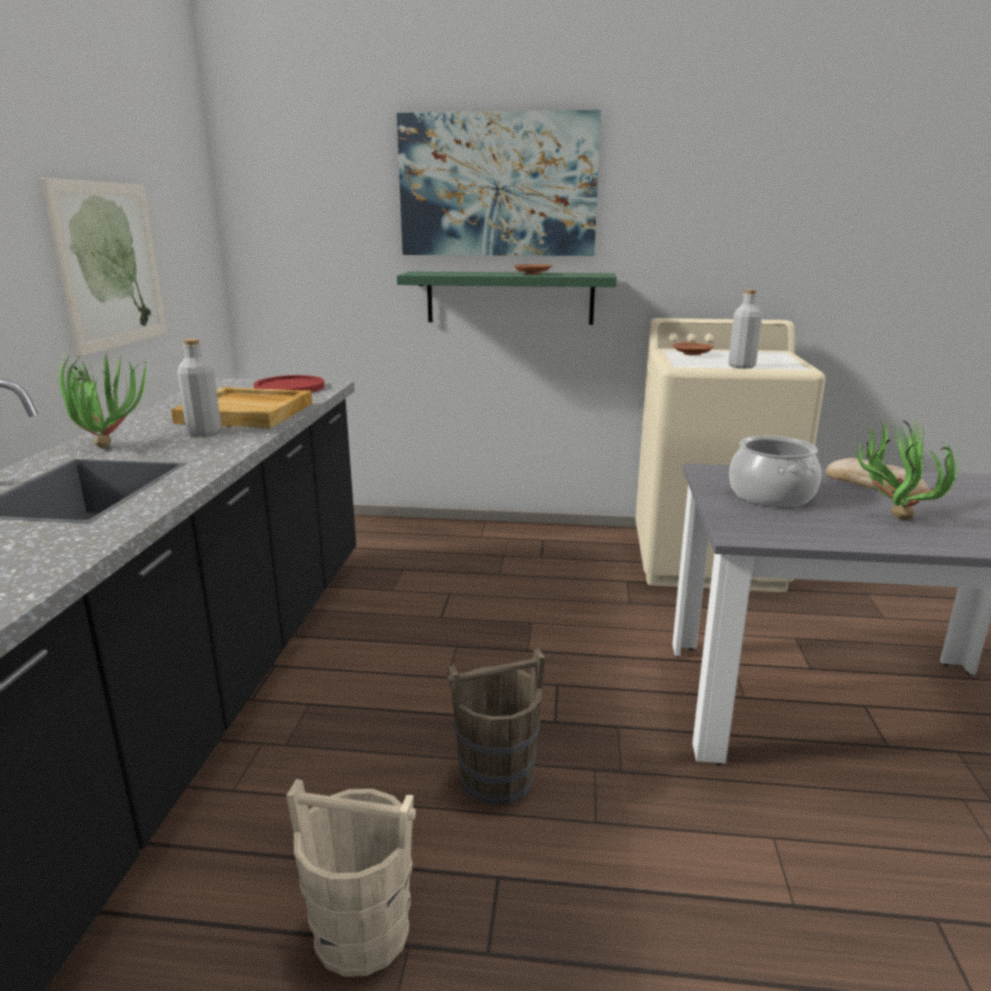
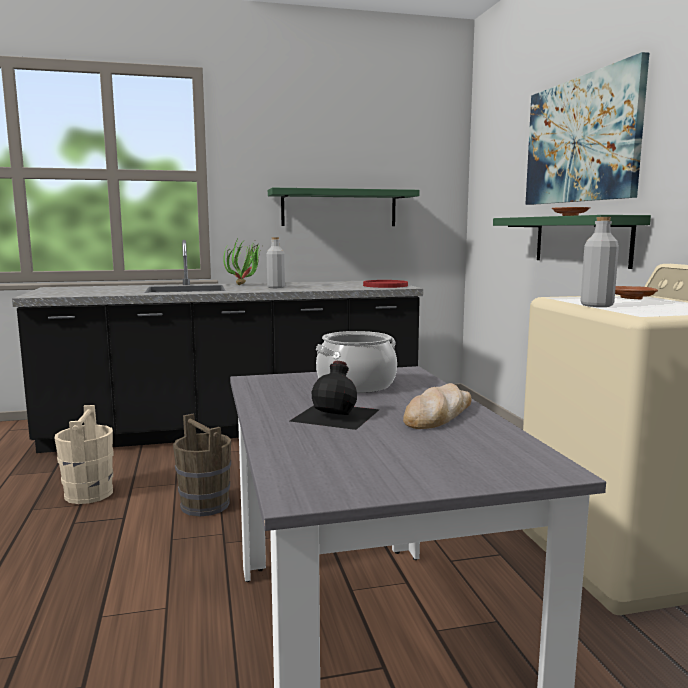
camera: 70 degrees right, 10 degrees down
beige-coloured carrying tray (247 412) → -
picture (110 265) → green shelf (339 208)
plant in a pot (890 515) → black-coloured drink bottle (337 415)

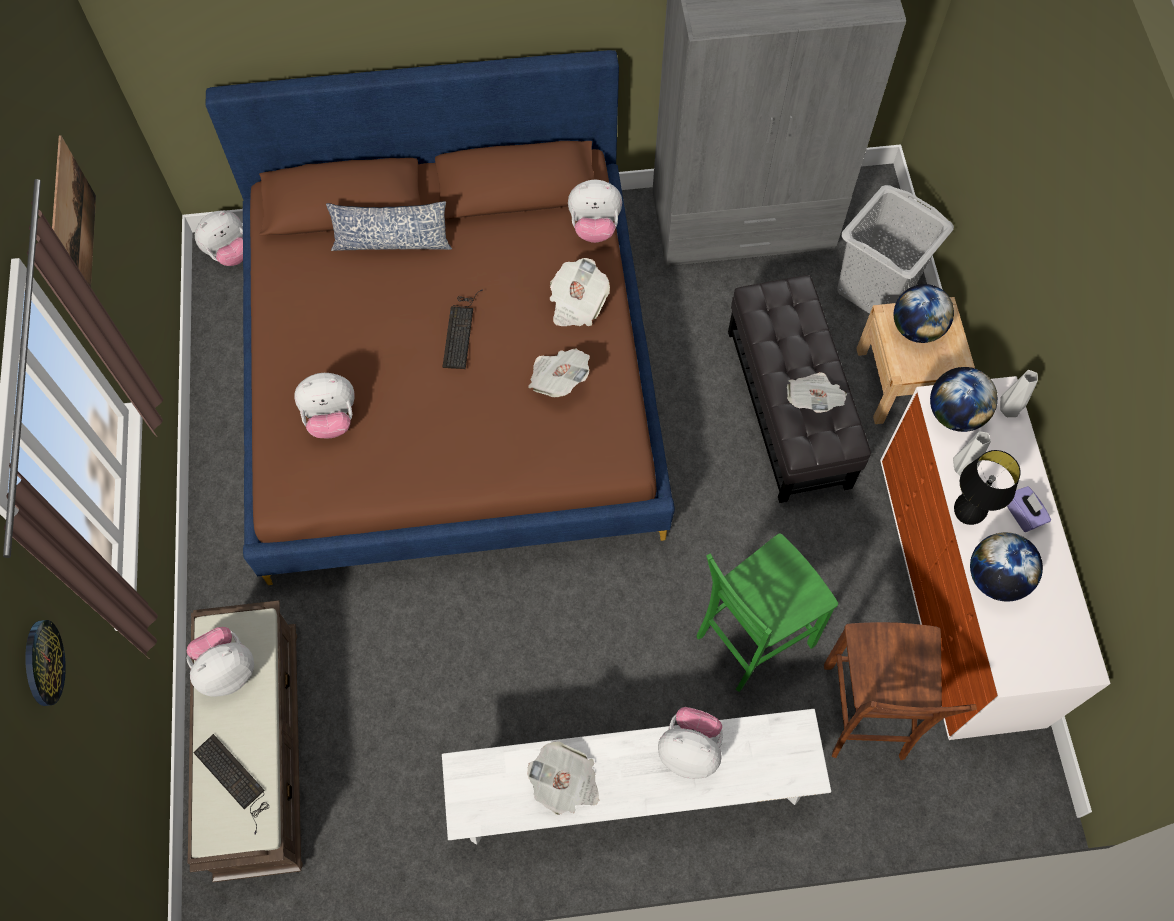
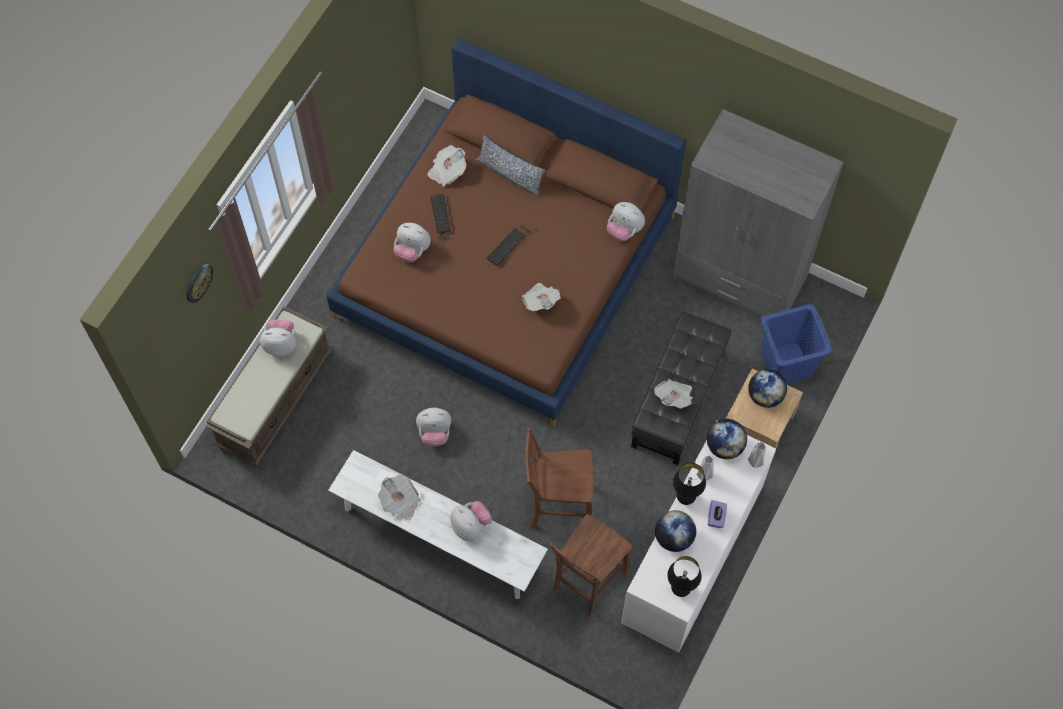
camera: 35 degrees right, 0 degrees up
picture (73 214) → -
- → black-coloured table lamp (680 590)
PC keyboard (234 780) → PC keyboard (440 219), relocated
soft toy (229 253) → soft toy (434 433), relocated
printed paper (577 304) → printed paper (447 171), relocated
green plain chair (750 639) → brown plain chair (558 506)
grey laundry basket (876 288) → blue laundry basket (786 364)

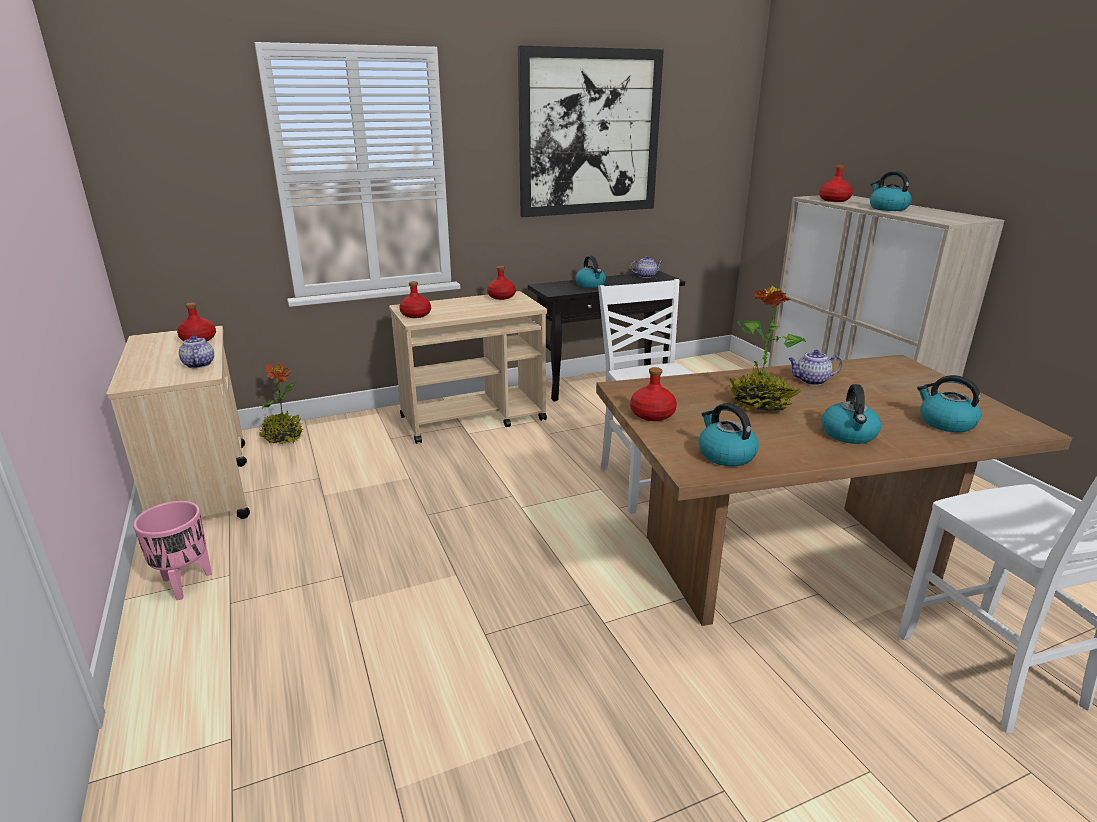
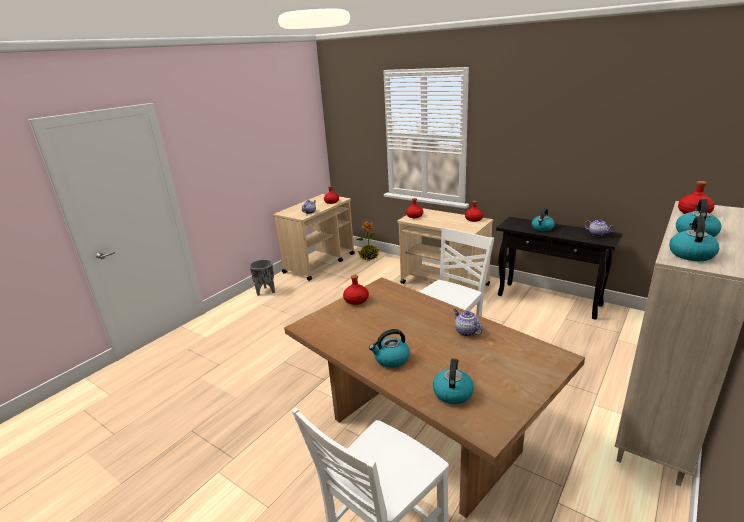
camera: 60 degrees right, 0 degrees up
picture (590 133) → -
plant in a pot (760 404) → -
water kettle (725 455) → water kettle (690 254), relocated
pinkish flower pot (185 584) → grey flower pot (265 292)

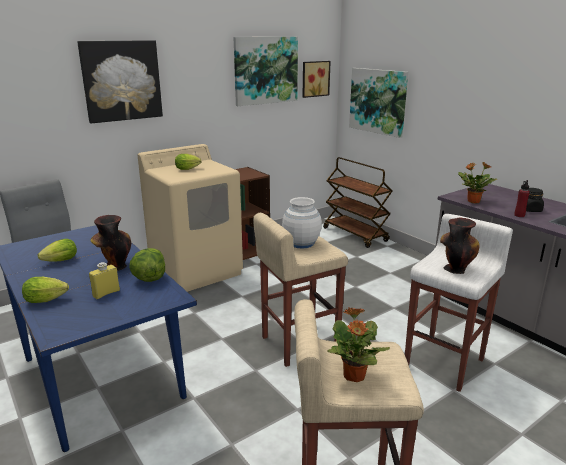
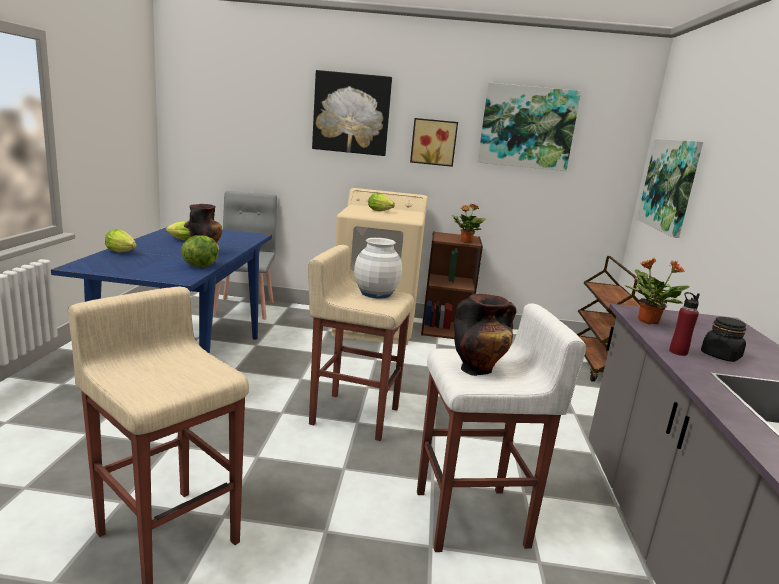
camera: 40 degrees right, 5 degrees down
yellowish drink bottle (106 293) → -
picture (314 78) → picture (433 142), relocated
plant in a pot (354 376) → plant in a pot (465 241), relocated

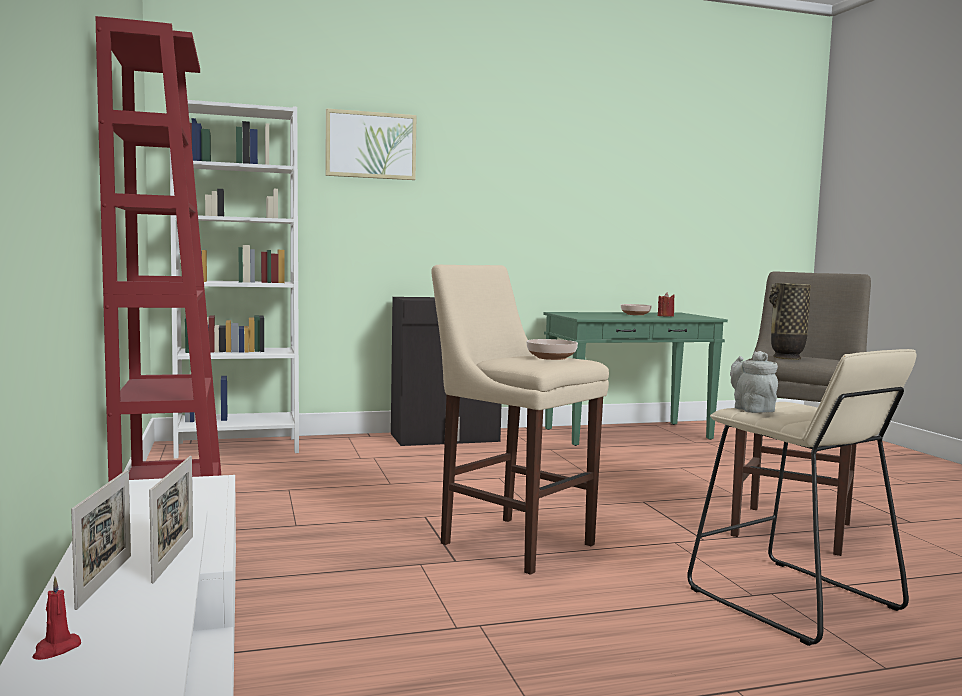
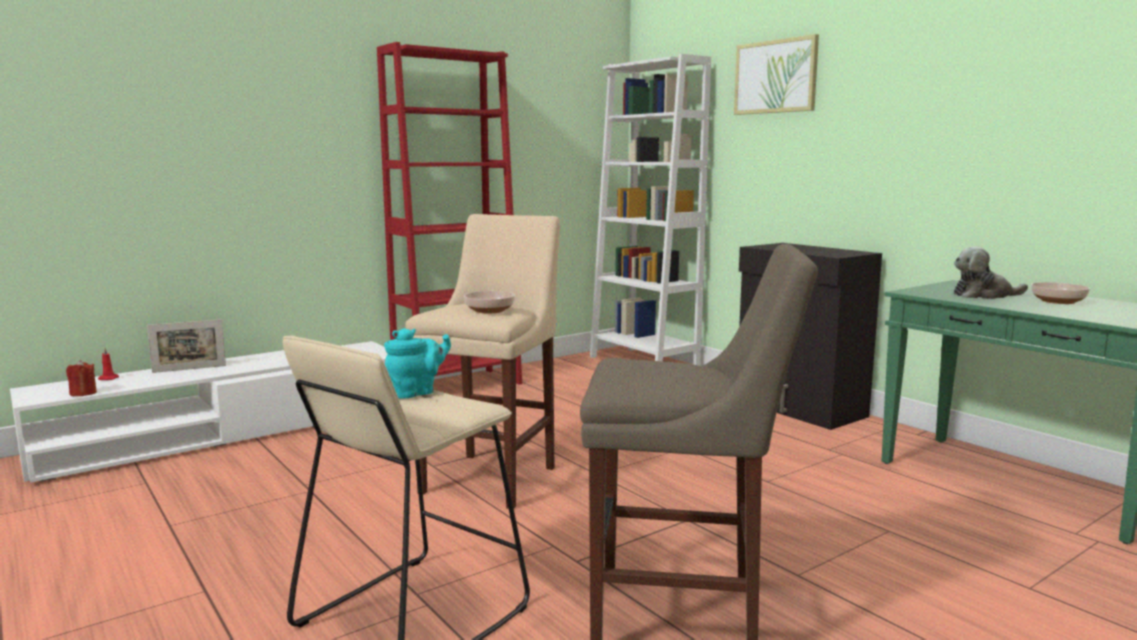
camera: 70 degrees right, 5 degrees up
picture frame (173 558) → -
flower vase (786 358) → -
- → soft toy (984 295)
reddish wax light (665 316) → reddish wax light (83 393), relocated
grey teapot (751 409) → turquoise teapot (416 392)

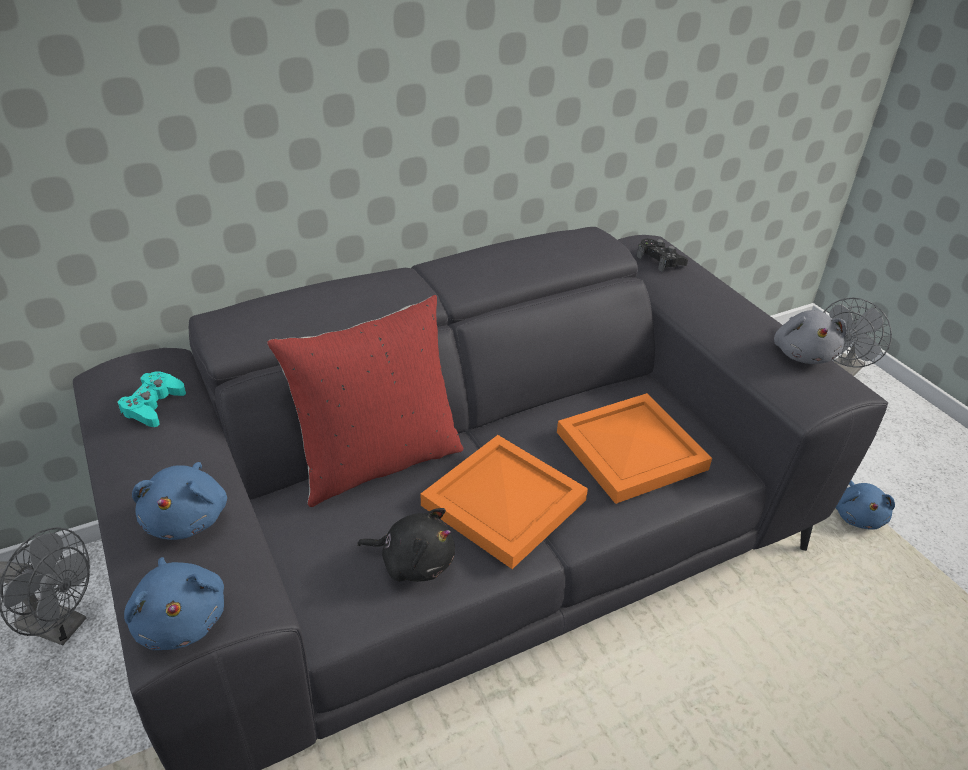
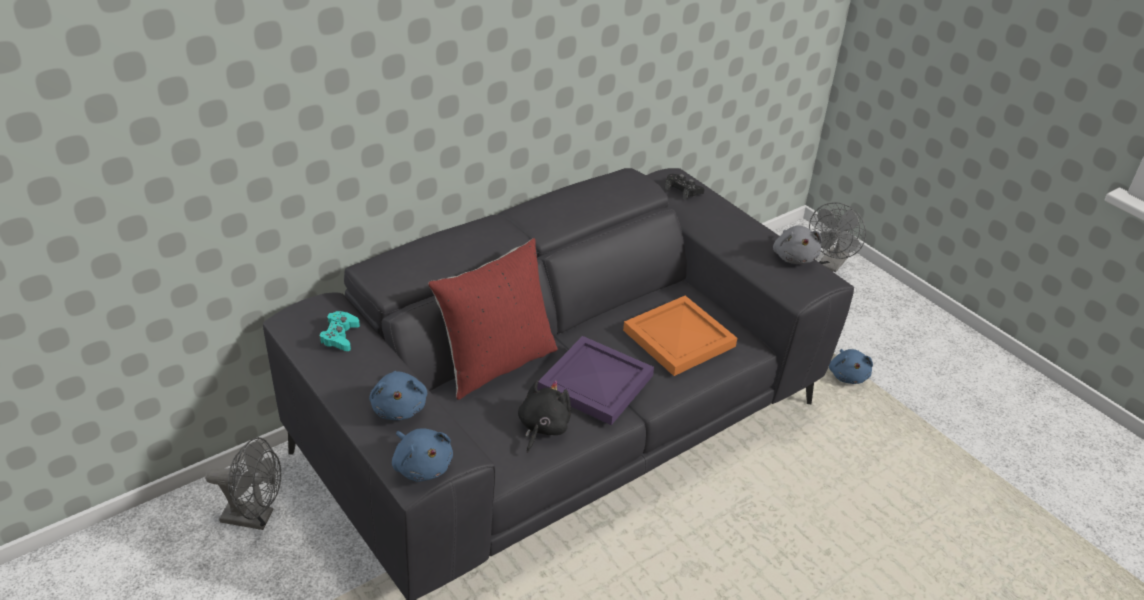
camera: 10 degrees left, 0 degrees up
orange-coloured carrying tray (503 501) → purple-coloured carrying tray (595 382)
black-coloured soft toy (413 561) → black-coloured soft toy (542 427), 75 degrees counterclockwise

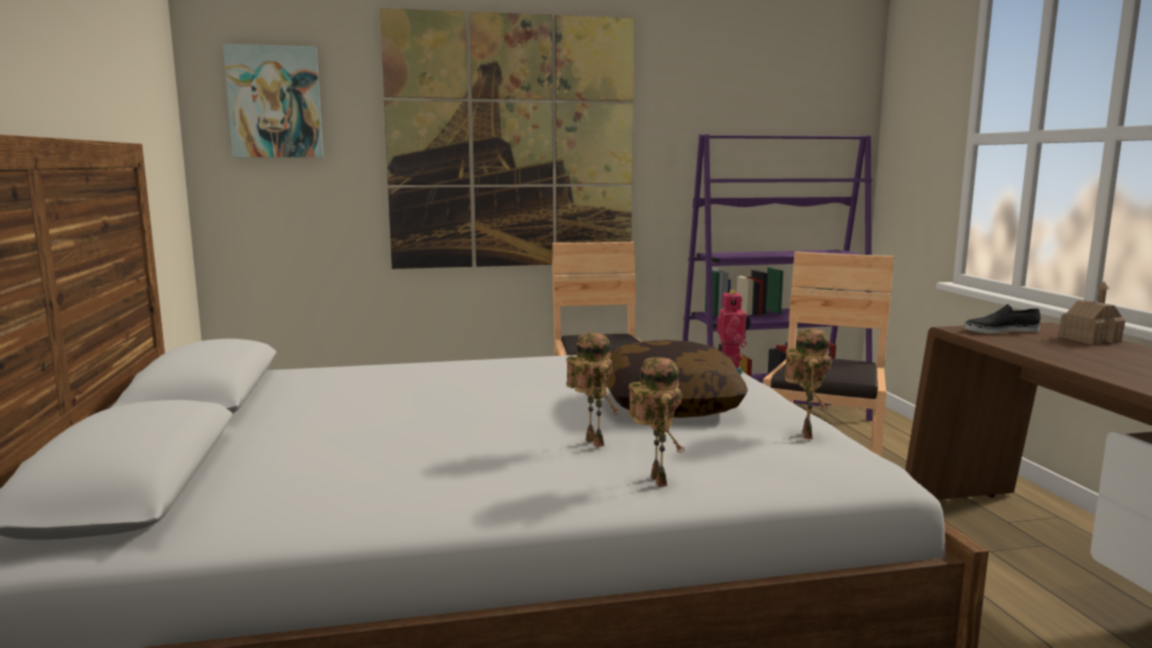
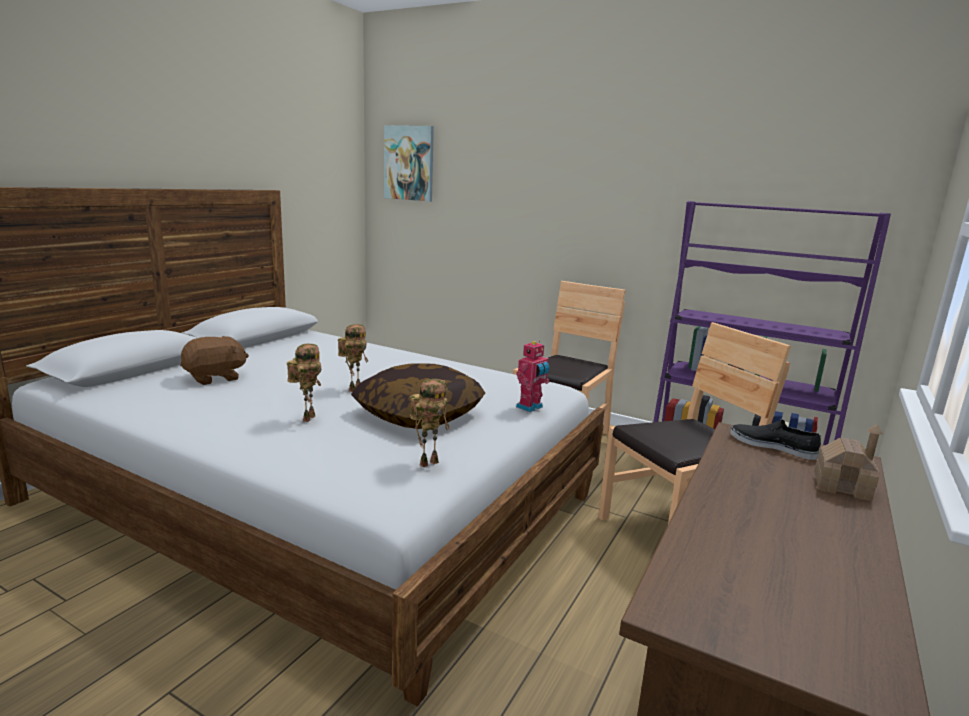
camera: 40 degrees right, 5 degrees up
picture (512 143) → -
- → brown soft toy (215 378)
model robot (654 480) → model robot (354 389), relocated

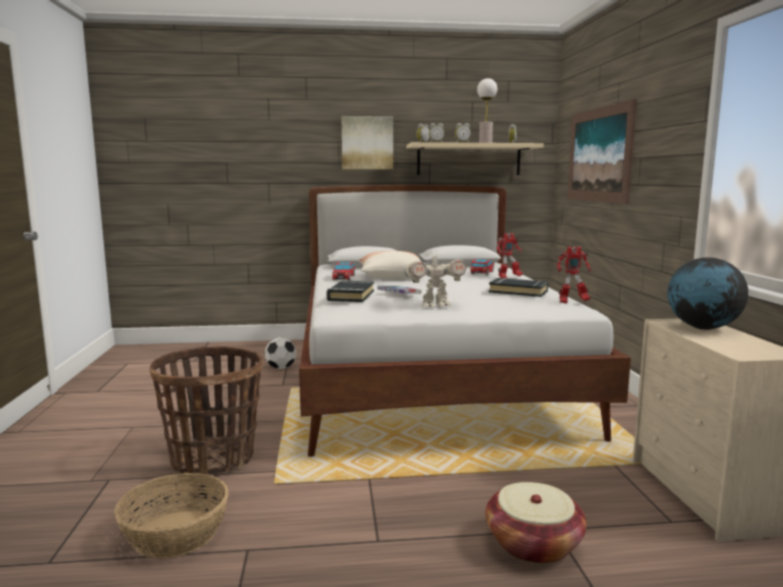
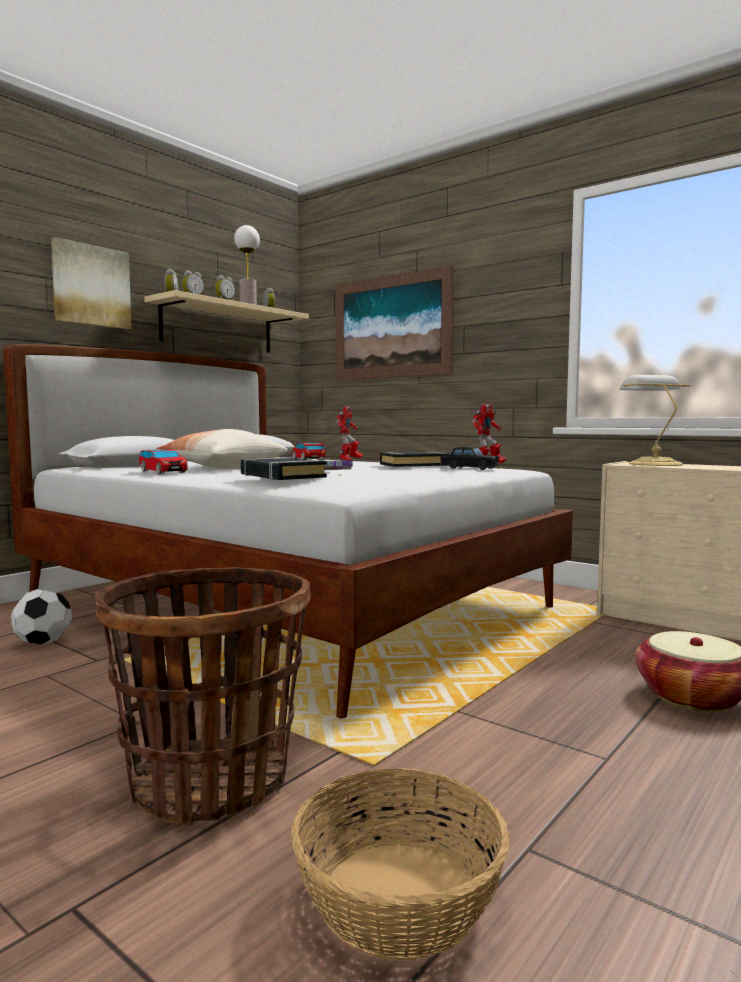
camera: 45 degrees left, 5 degrees down
model robot (435 305) → -
- → black-coloured toy car (469 468)
desk globe (702 328) → table lamp (653 464)

